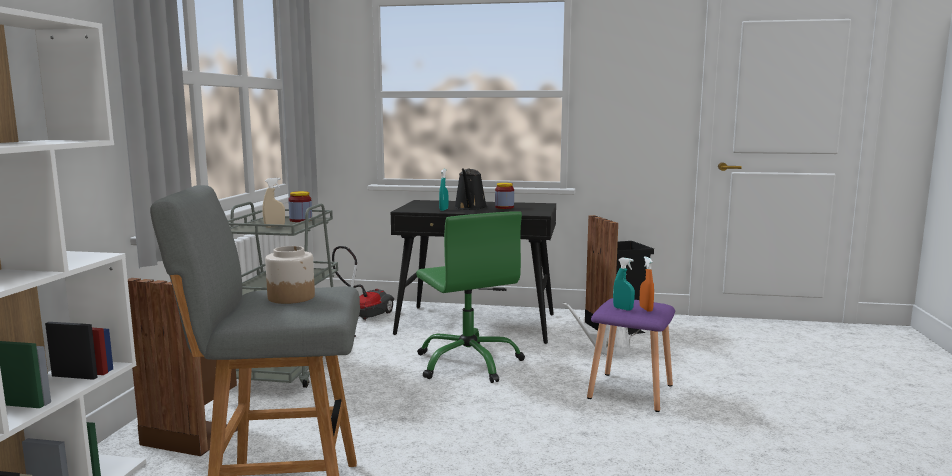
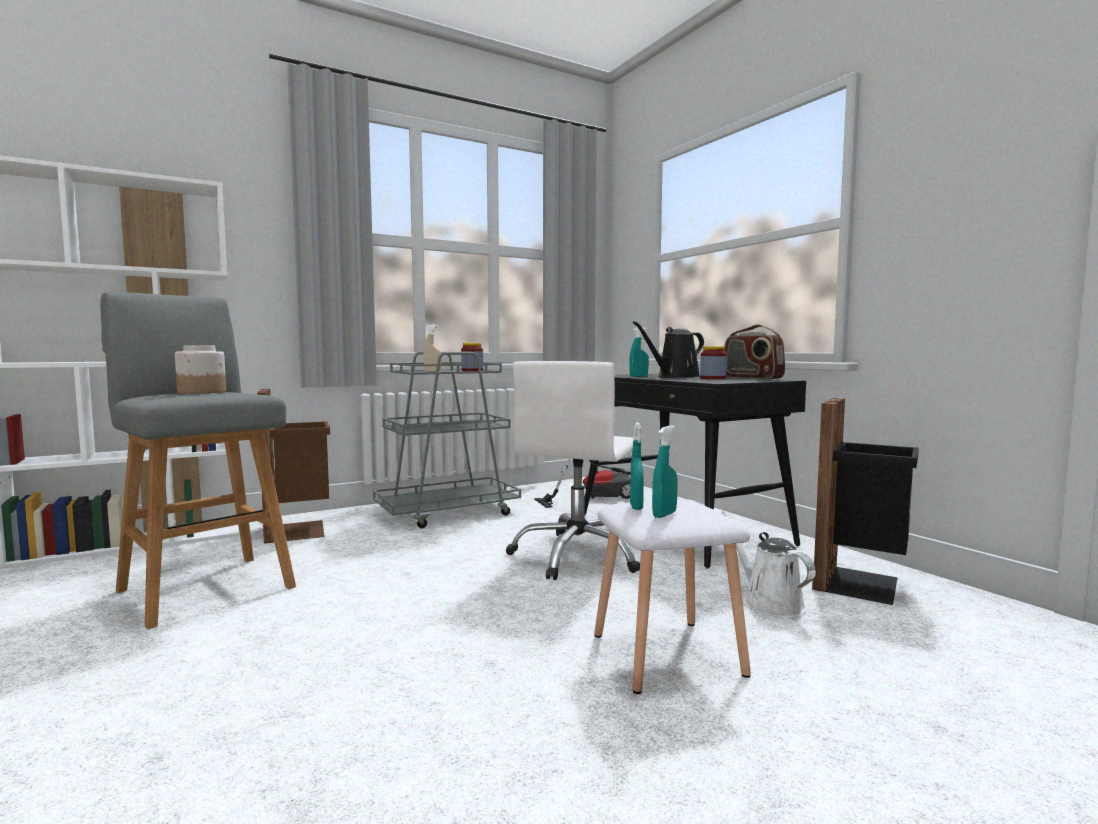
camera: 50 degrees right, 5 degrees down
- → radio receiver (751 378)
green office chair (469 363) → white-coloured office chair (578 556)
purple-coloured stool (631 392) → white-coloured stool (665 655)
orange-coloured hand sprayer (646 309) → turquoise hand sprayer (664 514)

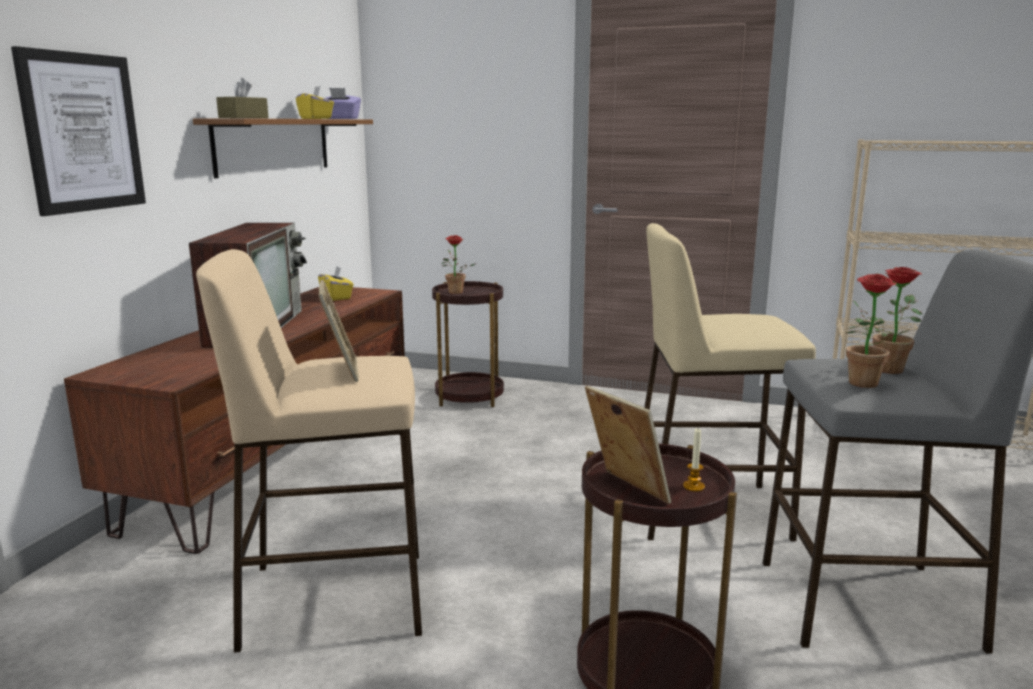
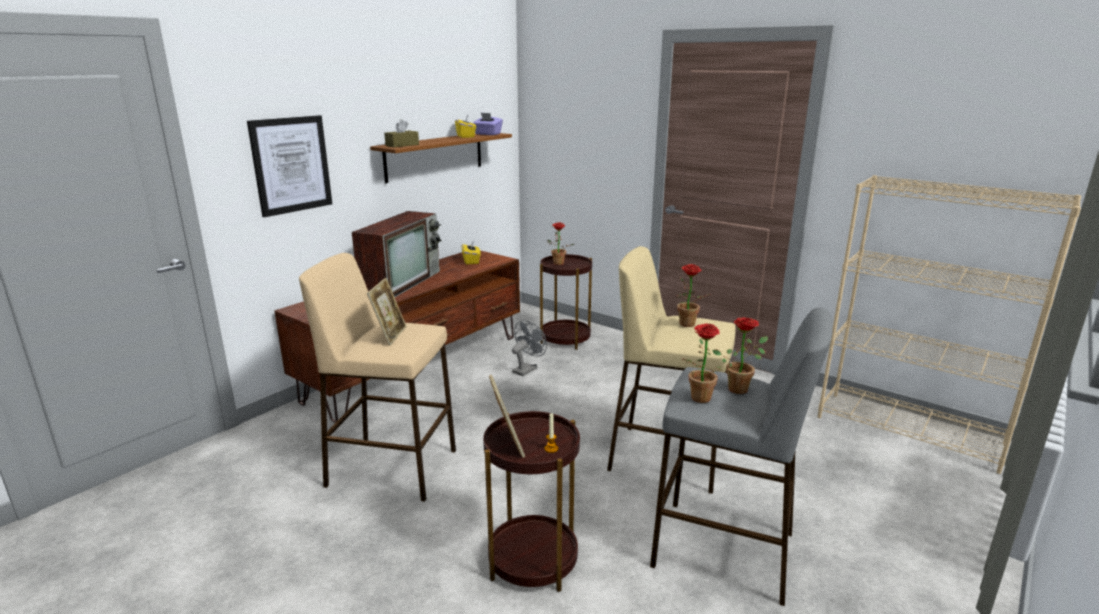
camera: 20 degrees right, 5 degrees up
- → grey cooling fan (527 369)
- → plant in a pot (687 325)

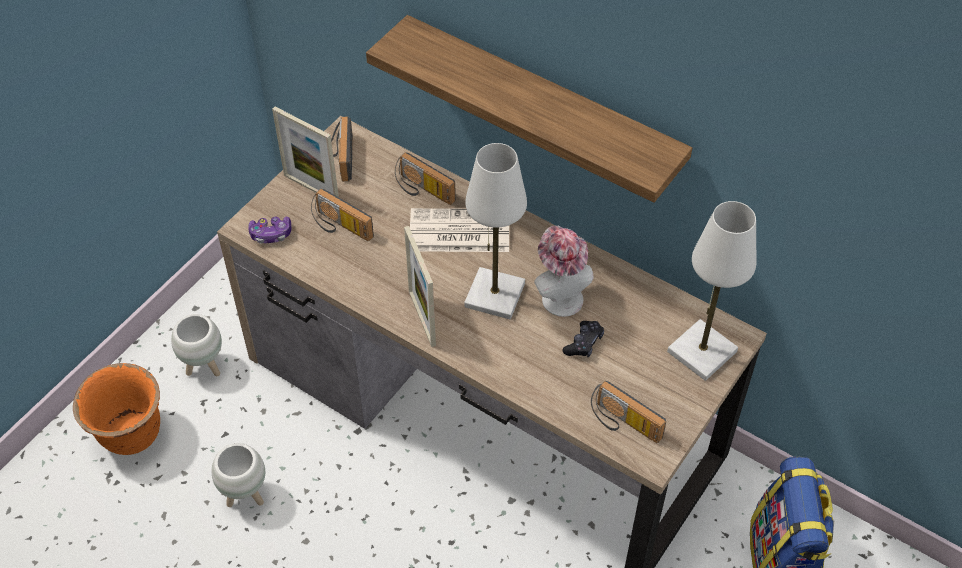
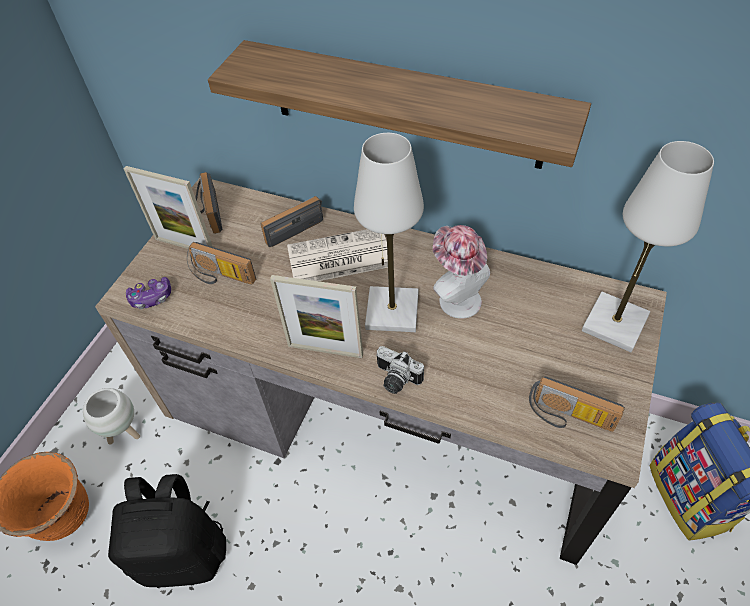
camera: 10 degrees left, 0 degrees up
black-coloured gamepad (584 343) → -
- → photo camera (395 380)
white-coloured flower pot (246 496) → black-coloured backpack (185 552)
radio receiver (422 191) → radio receiver (293 227), 120 degrees clockwise
picture frame (422 318) → picture frame (325 350), 45 degrees counterclockwise

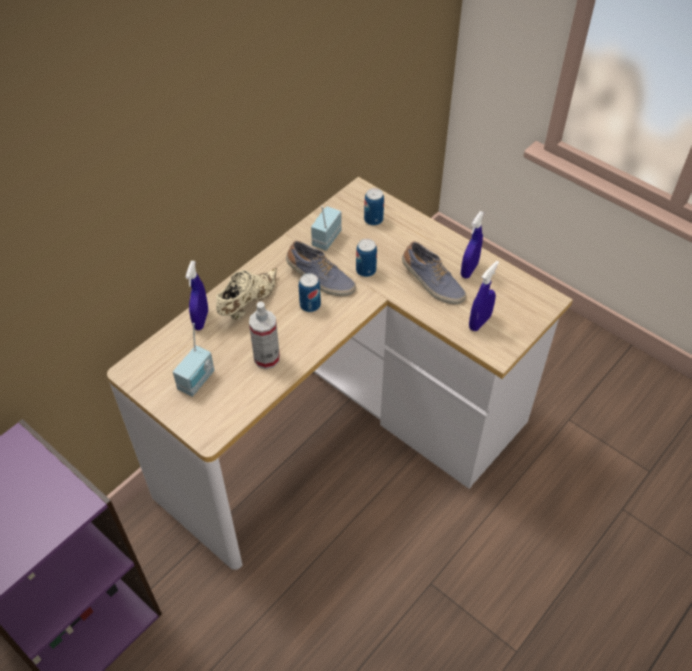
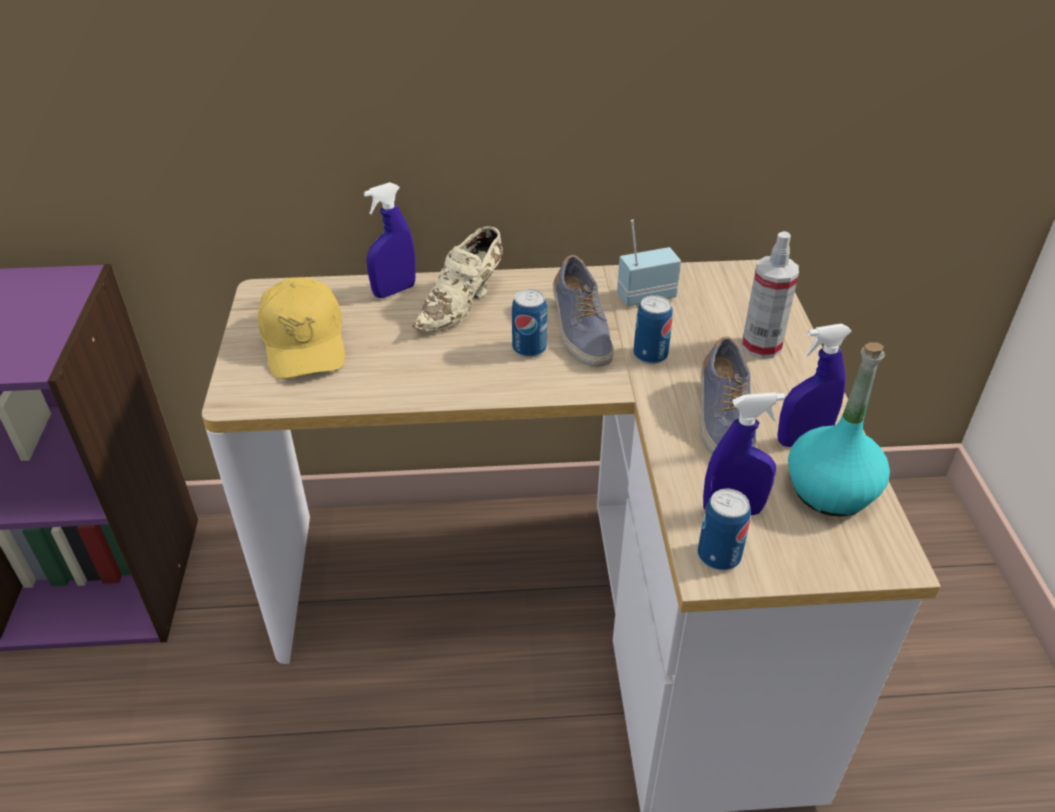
camera: 45 degrees right, 10 degrees down
- → turquoise drink bottle (830 491)
hand sprayer (267 358) → hand sprayer (761 346), relocated
sealed can (373 220) → sealed can (719 556), relocated
radio receiver (197 381) → yellowish peaked cap (305 342)
beige-coloured shoe (247 303) → beige-coloured shoe (463 304), 135 degrees clockwise

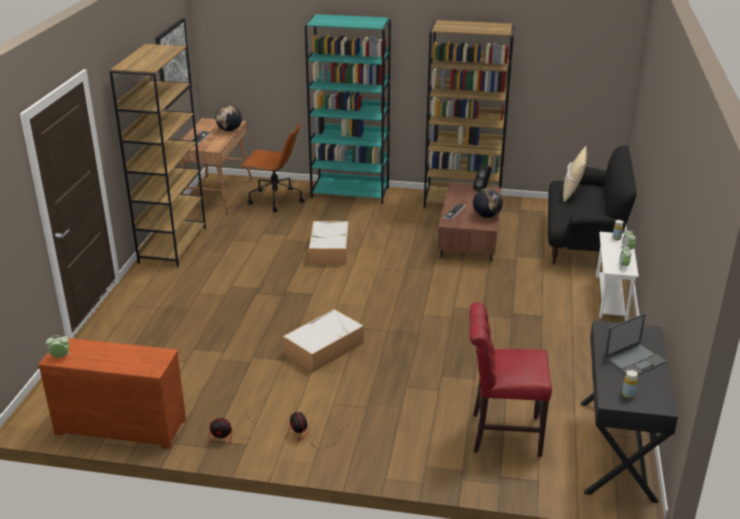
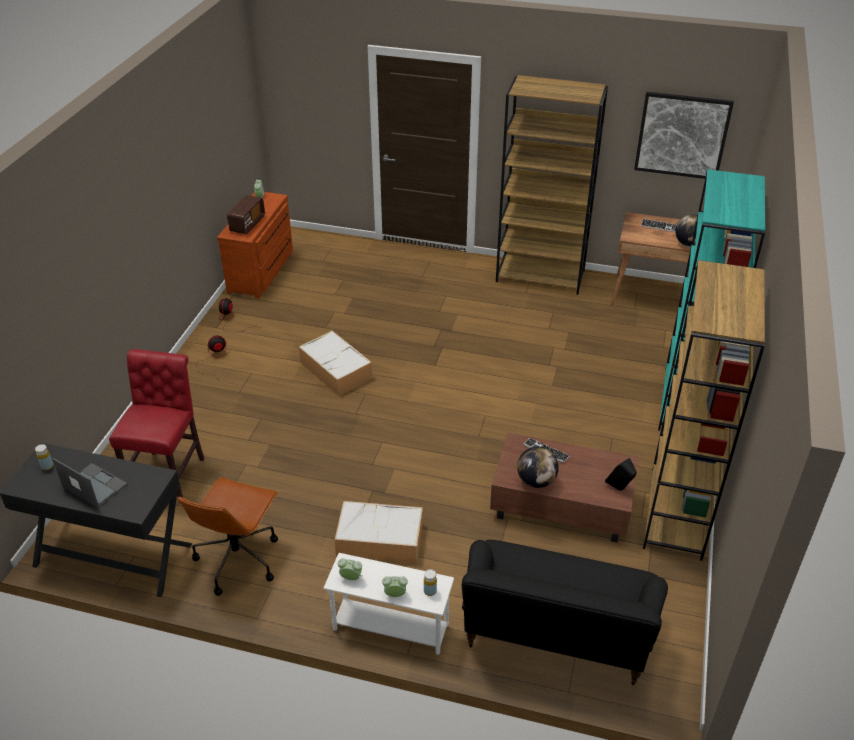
camera: 95 degrees right, 10 degrees up
beige-coloured pillow (572 193) → -
- → radio receiver (247 224)
brown office chair (274 199) → brown office chair (238 559), relocated
storage container (329 250) → storage container (378 539), relocated
notebook computer (635 360) → notebook computer (94 485), 150 degrees clockwise

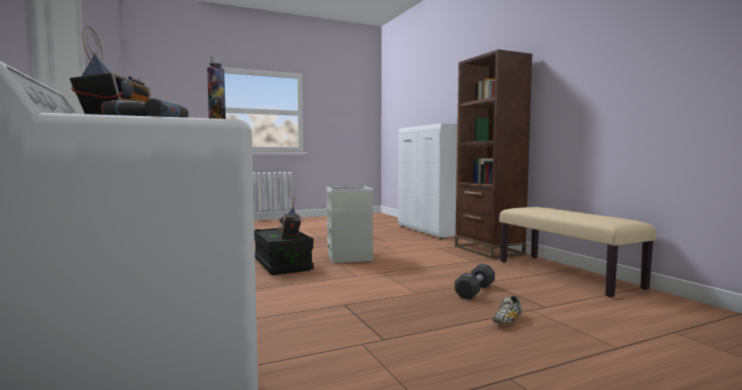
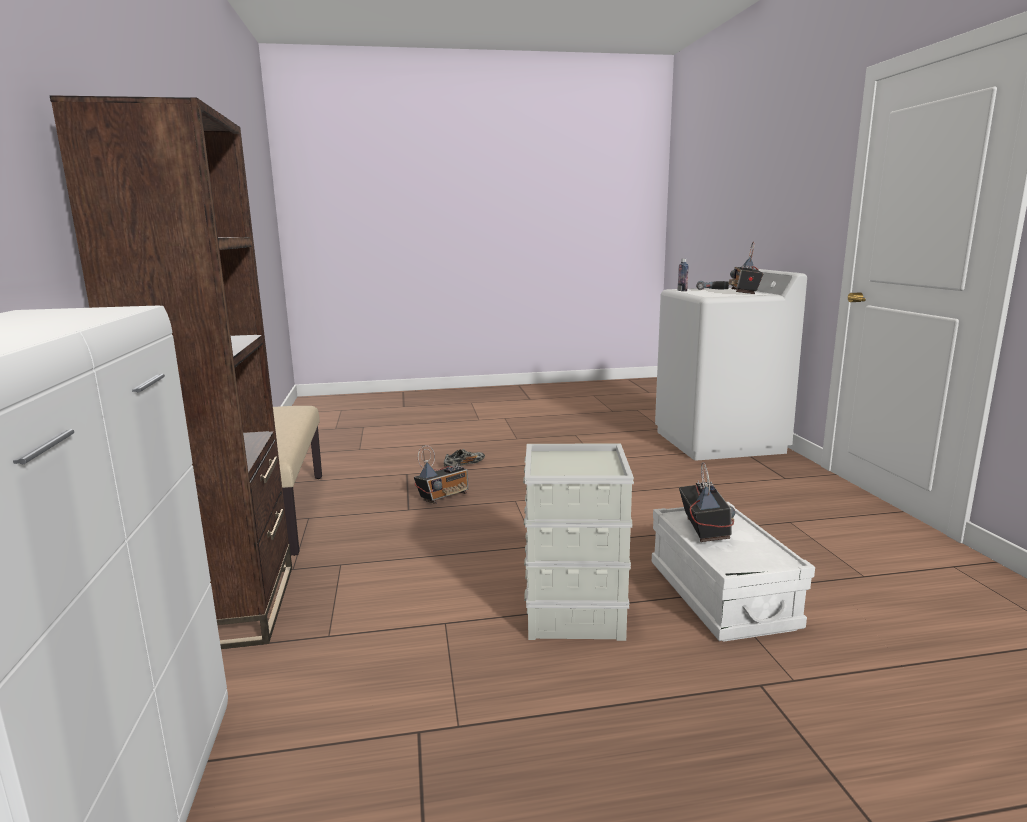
camera: 165 degrees left, 10 degrees up
black-coloured hand weight (475 291) → radio receiver (444 497)
black-coloured storage container (282 264) → white-coloured storage container (721 595)

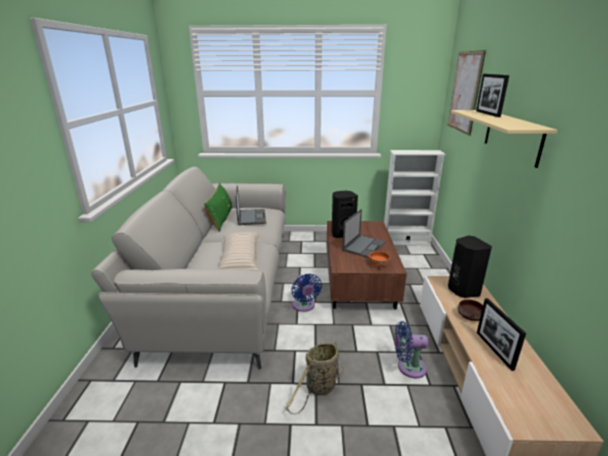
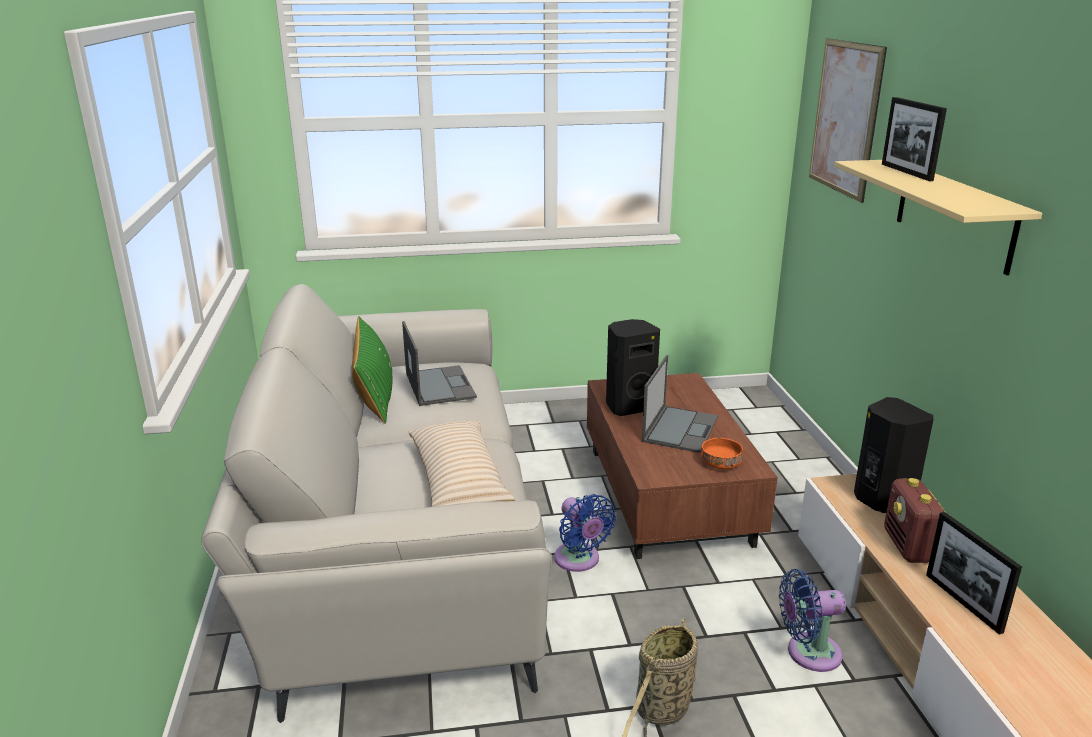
camera: 10 degrees left, 0 degrees up
white-coloured bookshelf (405 241) → -
brown bowl (470 316) → radio receiver (908 547)

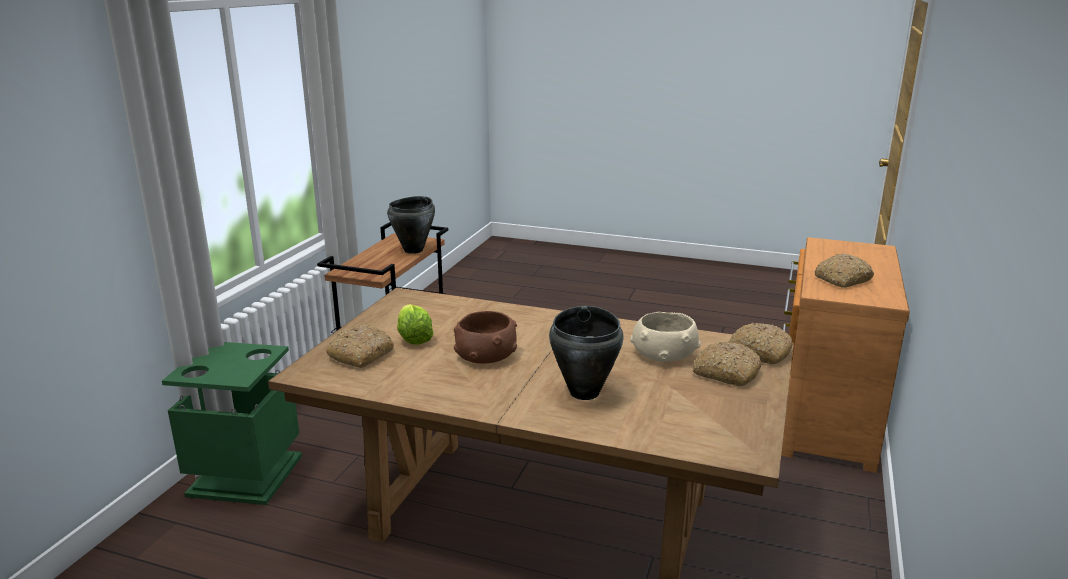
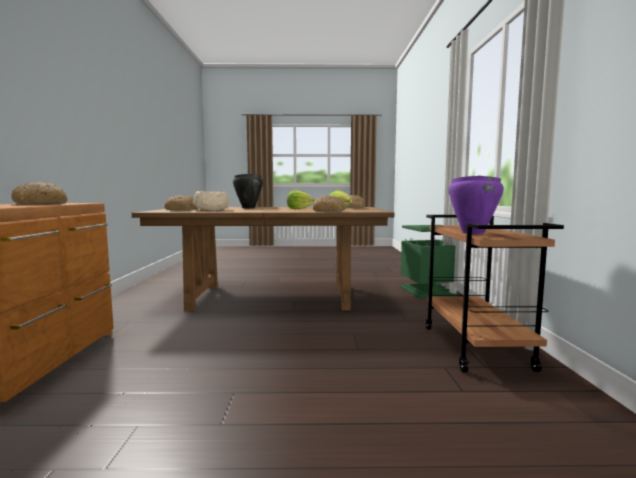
camera: 160 degrees right, 15 degrees down
baked bread (758 352) → baked bread (329 211), relocated
brown bowl (486 355) → lettuce head (298 208)
black-coloured cooking pot (414 250) → purple-coloured cooking pot (472 233)

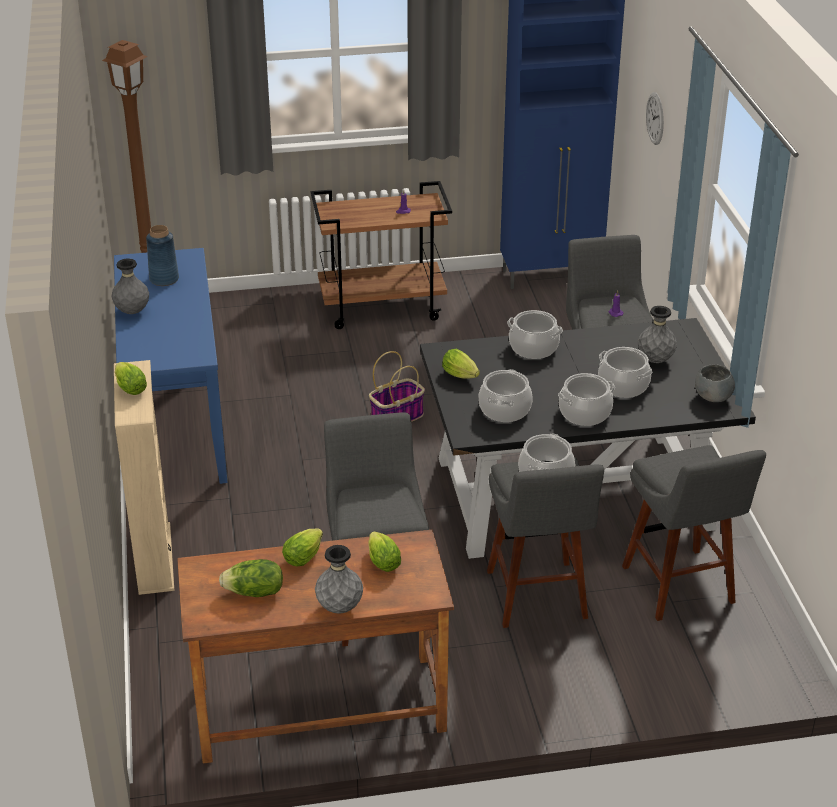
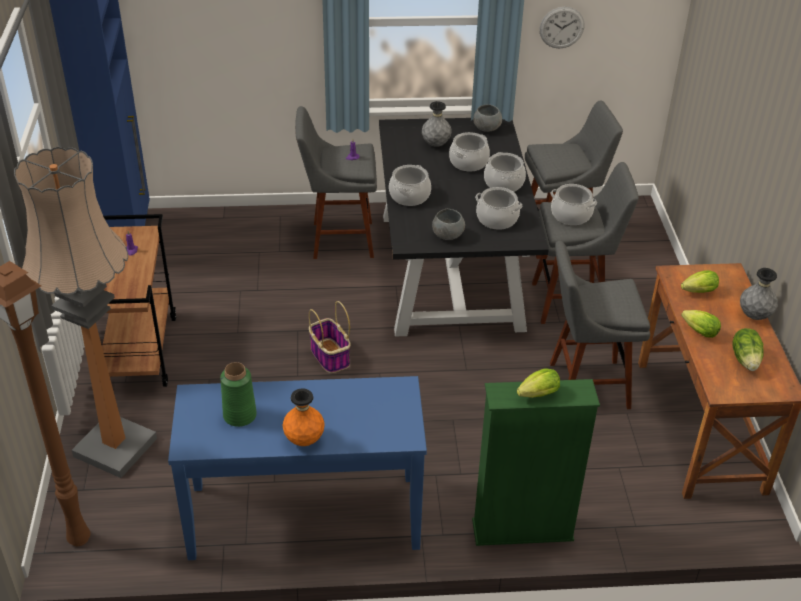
camera: 85 degrees left, 5 degrees up
- → floor lamp (115 447)
hanging clock (655 118) → hanging clock (561 27), relocated
lettuce head (462 376) → grey bowl (447 235)
grey flower vase (132 311) → orange-coloured flower vase (304 440)
beige-coloured bookshelf (154 558) → green bookshelf (522 530)
blue flower vase (164 279) → green flower vase (240 415)

